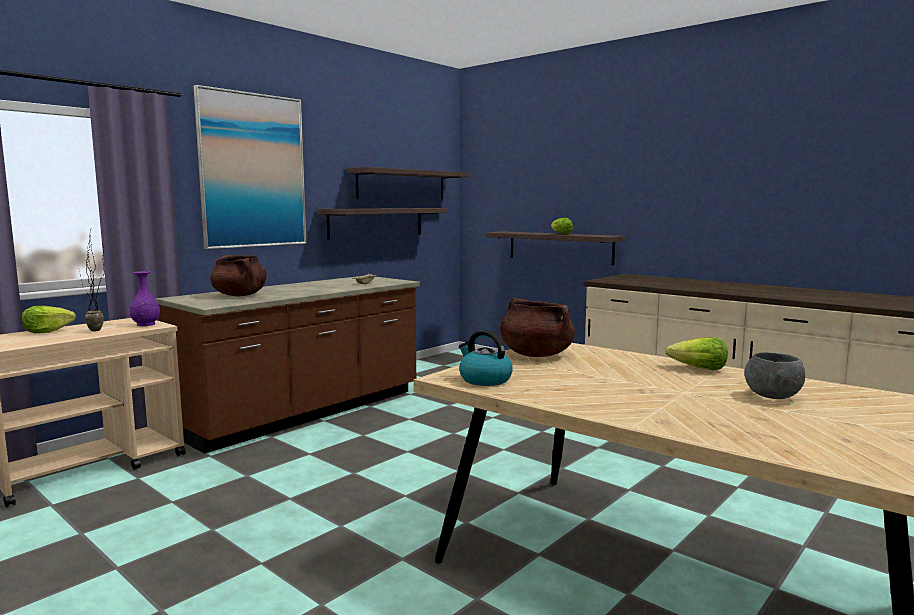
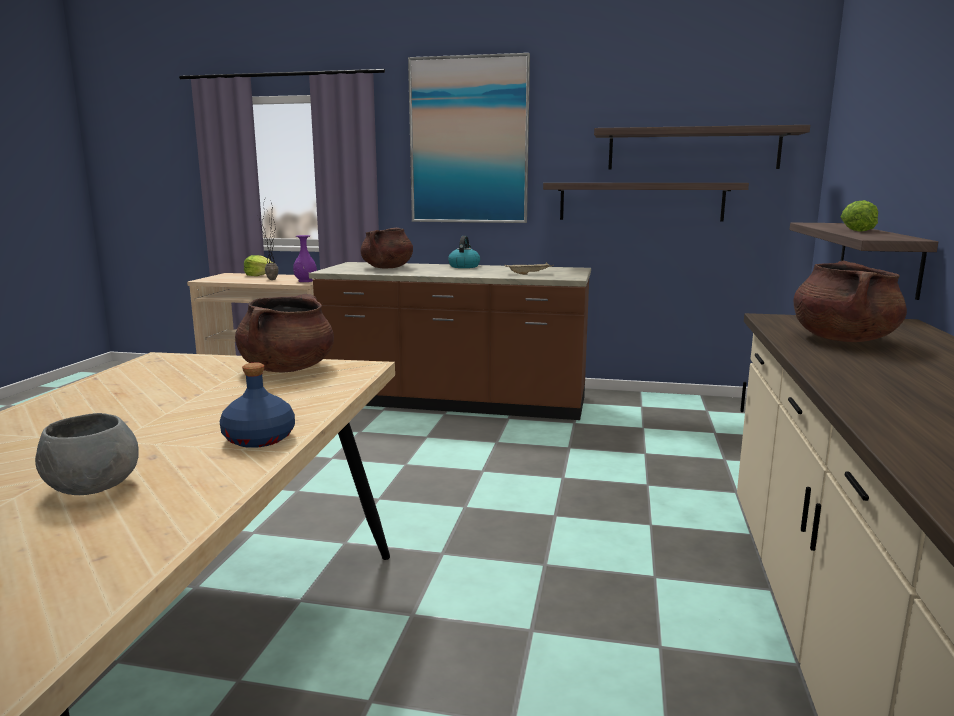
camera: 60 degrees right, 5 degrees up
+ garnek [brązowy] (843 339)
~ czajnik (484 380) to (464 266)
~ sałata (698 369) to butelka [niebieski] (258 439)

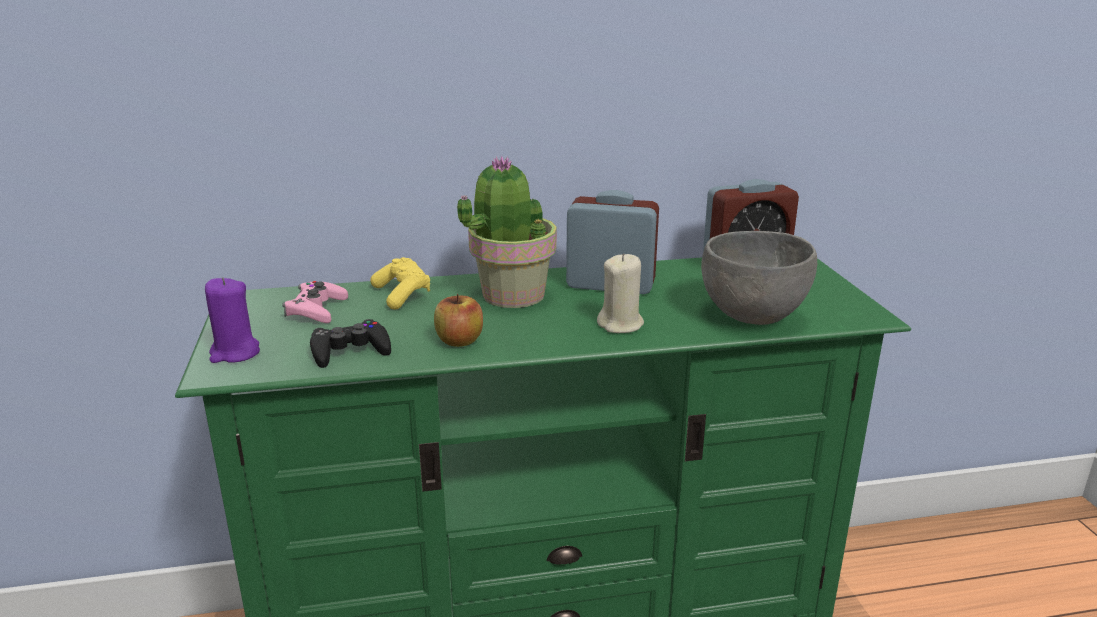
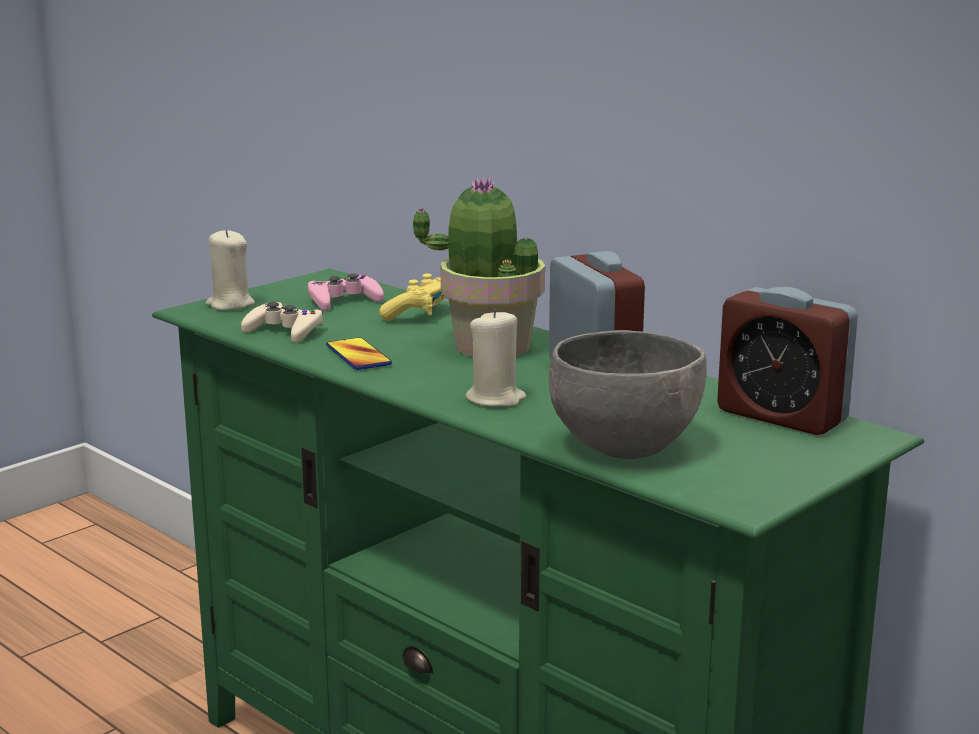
camera: 55 degrees right, 5 degrees down
~ jabłko (459 341) to telefon (358 355)
~ świeca [fioletowy] (234 353) to świeca [beżowy] (230 305)
~ pad do gier [czarny] (350 351) to pad do gier [beżowy] (284 331)

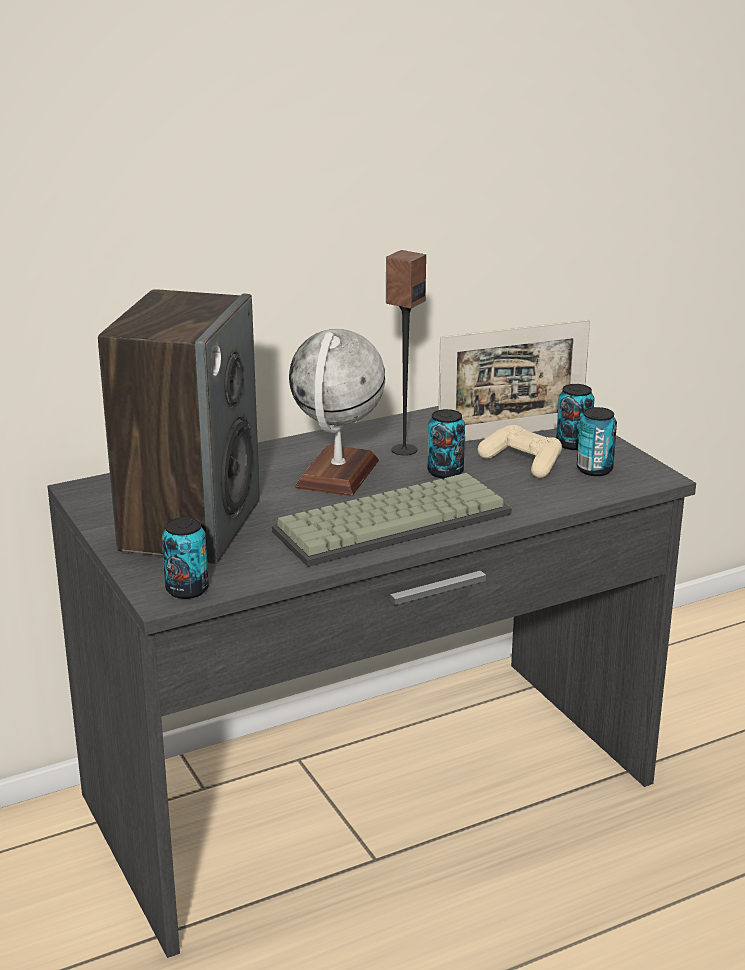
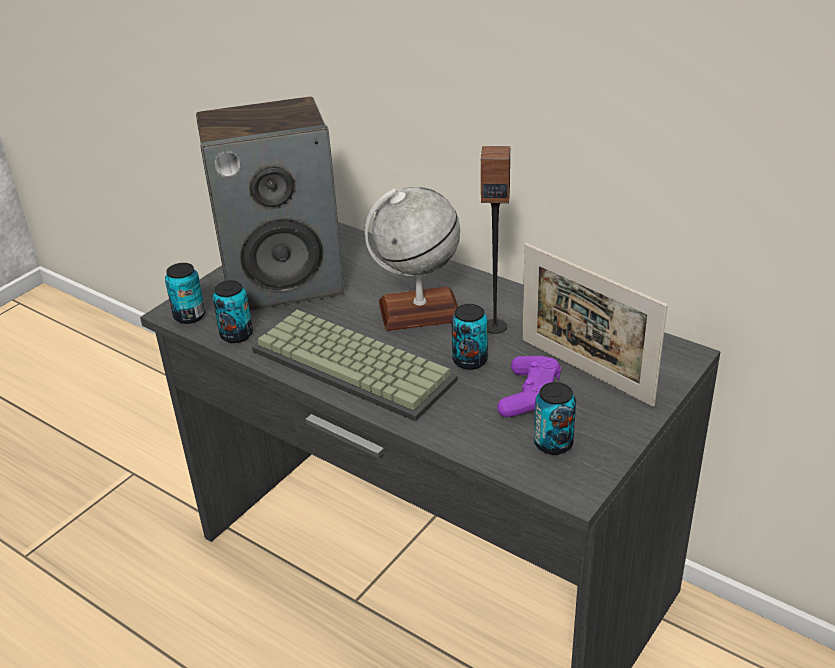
camera: 65 degrees right, 10 degrees up
~ puszka (573 444) to (236 335)
~ pad do gier [beżowy] (522 462) to pad do gier [fioletowy] (529 395)

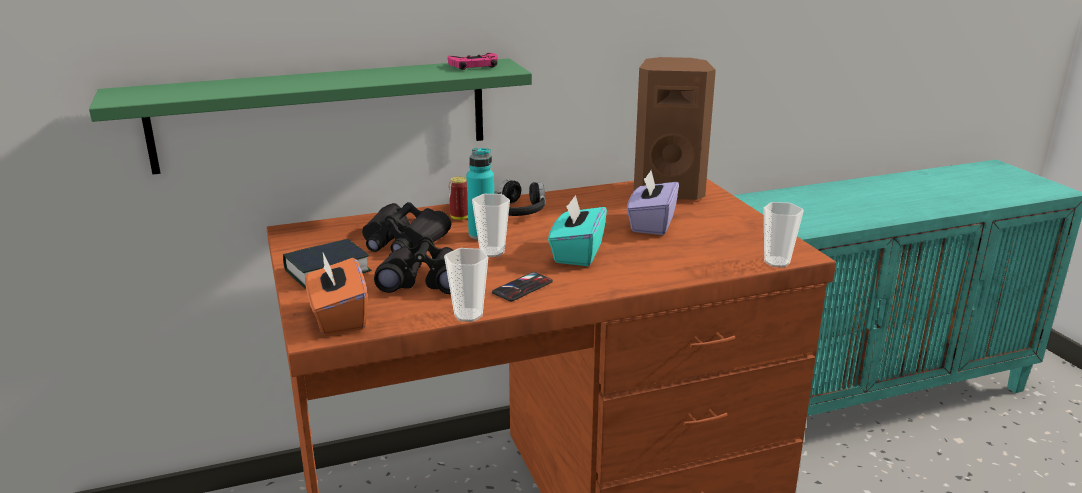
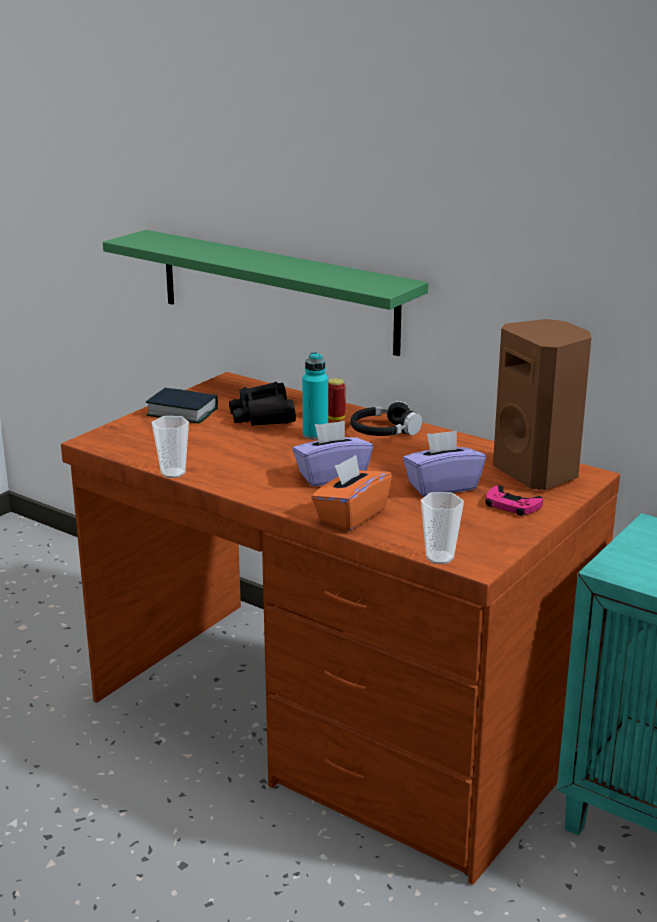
camera: 55 degrees right, 0 degrees up
- lornetka [czarny] (424 281)
- filiżanka (492 252)
- telefon (522 287)
~ pudełko chusteczek [pomarańczowy] (338 318) to (351 516)
~ pad do gier [różowy] (474 65) to (511 506)
~ pudełko chusteczek [turkusowy] (577 253) to pudełko chusteczek [fioletowy] (331 476)

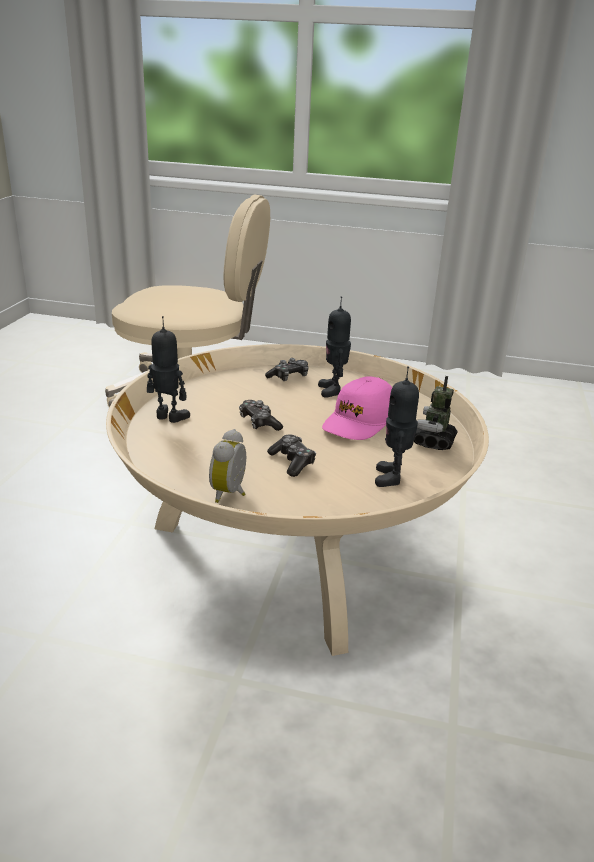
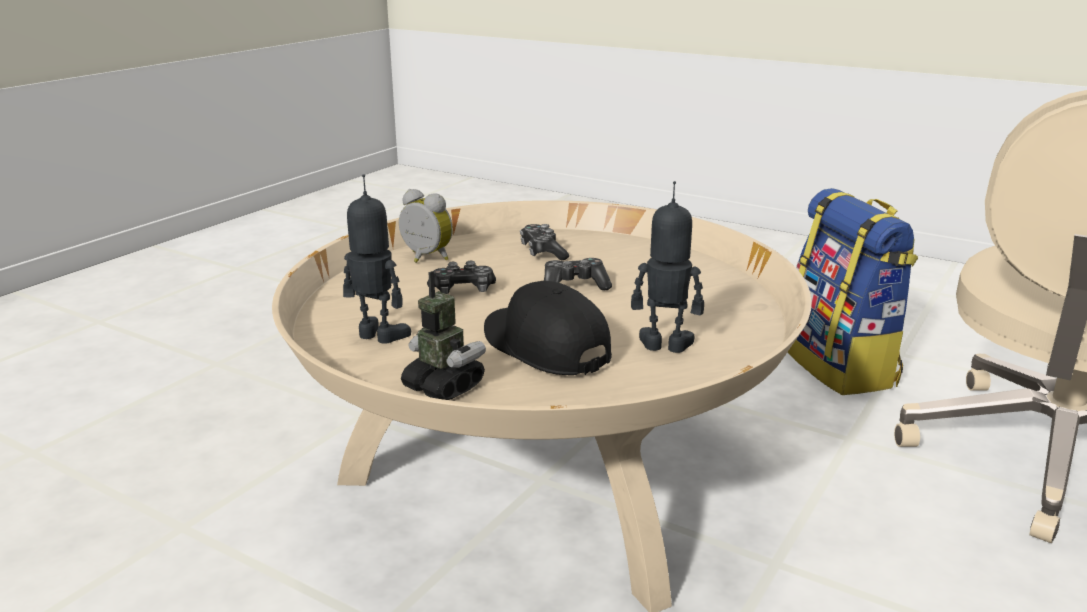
camera: 110 degrees right, 5 degrees down
- robot zabawkowy (169 418)
+ plecak (841 367)
~ pad do gier (289 377) to (542 252)
~ czapka z daszkiem [różowy] (359 421) to czapka z daszkiem [czarny] (545 346)

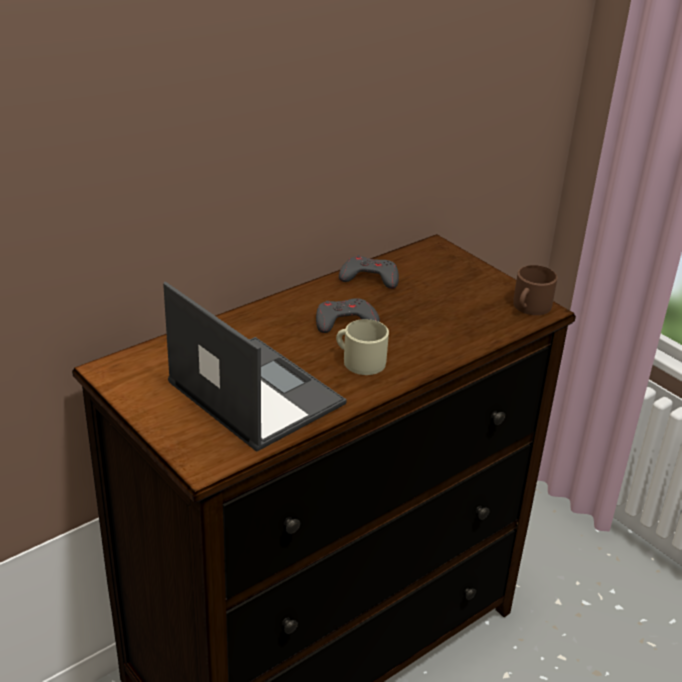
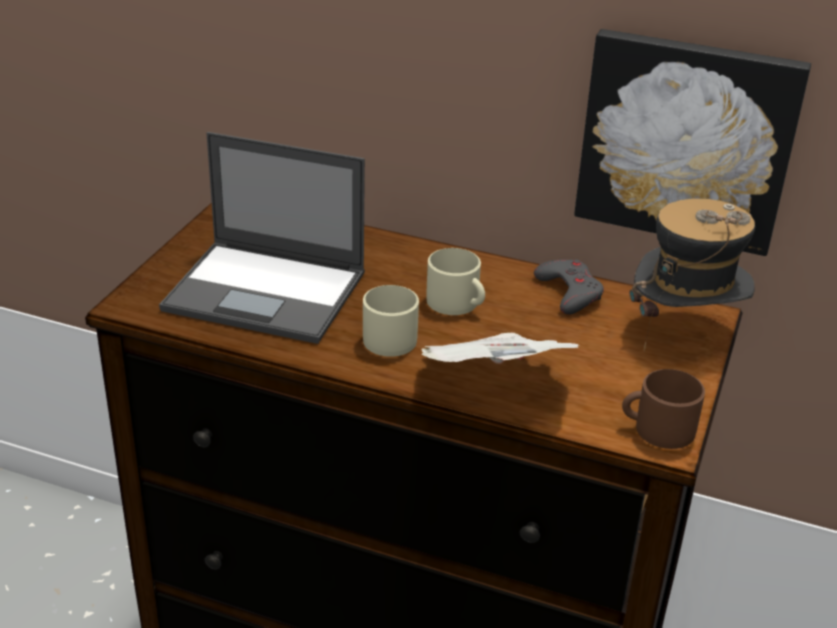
camera: 60 degrees right, 0 degrees up
+ gazeta (495 382)
+ obraz (687 140)
+ kapelusz (684 332)
~ pad do gier [szary] (344 321) to kubek [beżowy] (457 303)
~ laptop (254 392) = (268 292) 90 degrees clockwise

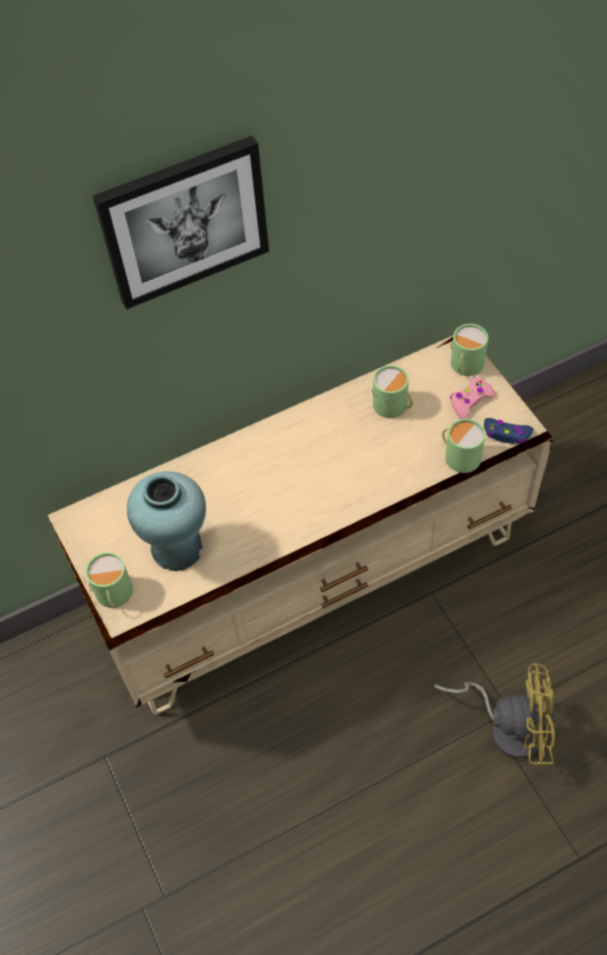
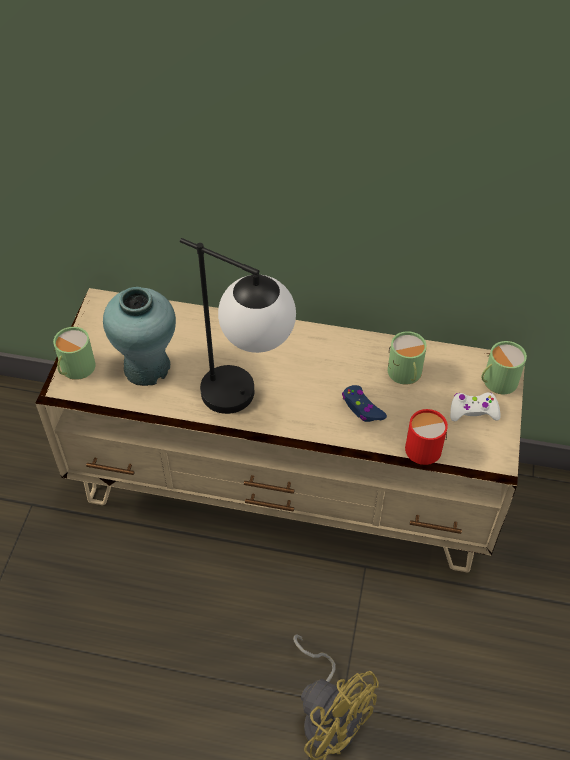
camera: 35 degrees right, 5 degrees down
- obraz (184 221)
+ lampa stołowa (247 401)
~ pad do gier [niebieski] (506 434) to (362 408)
~ kubek [zielony] (459 455) to kubek [czerwony] (422 445)
~ pad do gier [różowy] (470 401) to pad do gier [biały] (473 411)

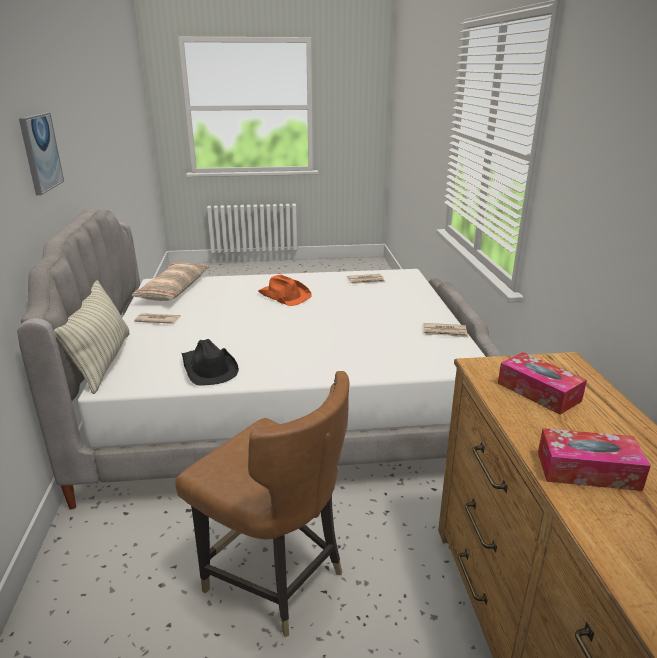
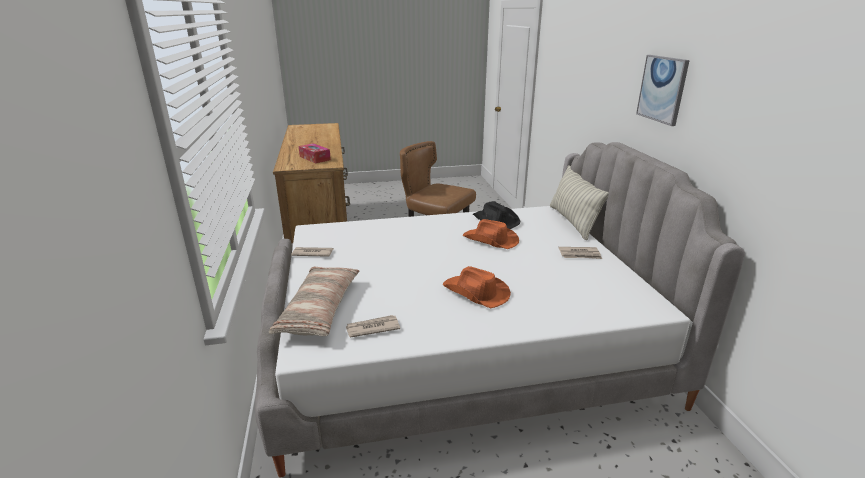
camera: 175 degrees right, 0 degrees up
- pudełko chusteczek (587 470)
+ kapelusz [pomarańczowy] (491 240)
~ poduszka (173 290) to (320 309)

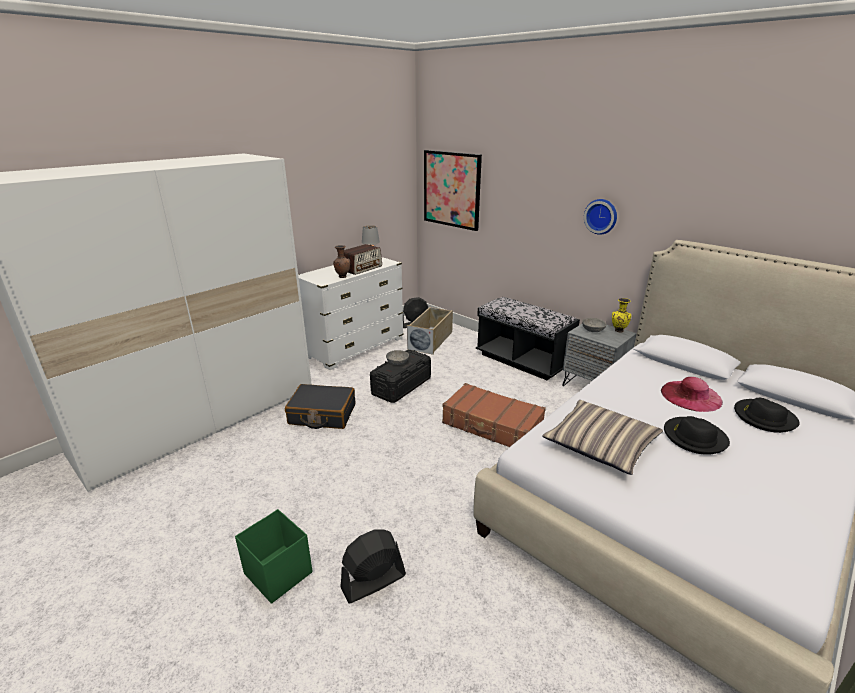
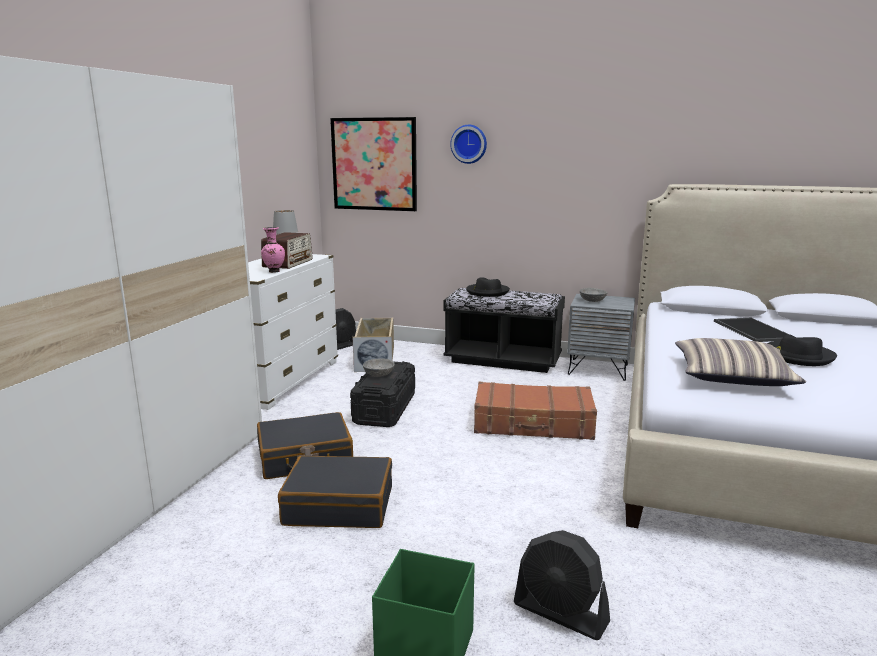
camera: 25 degrees left, 10 degrees down
- wazon [żółty] (618 331)
+ walizka [czarny] (339 505)
~ zegar ścienny (601 216) to (469 144)
~ kapelusz [czarny] (764 418) to (487 292)
~ kapelusz [różowy] (691 396) to taca (751 330)
~ wazon [brązowy] (342 277) to wazon [różowy] (274 271)
~ wentylator [czarny] (373 581) = (561 613) 90 degrees counterclockwise

